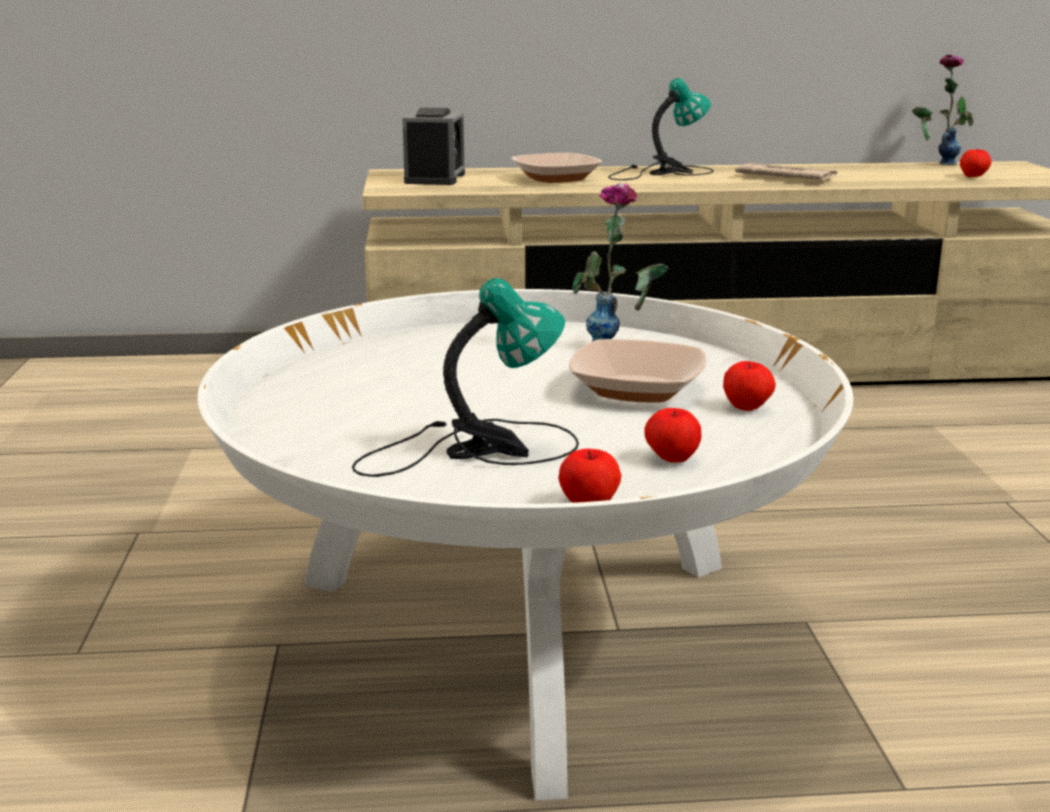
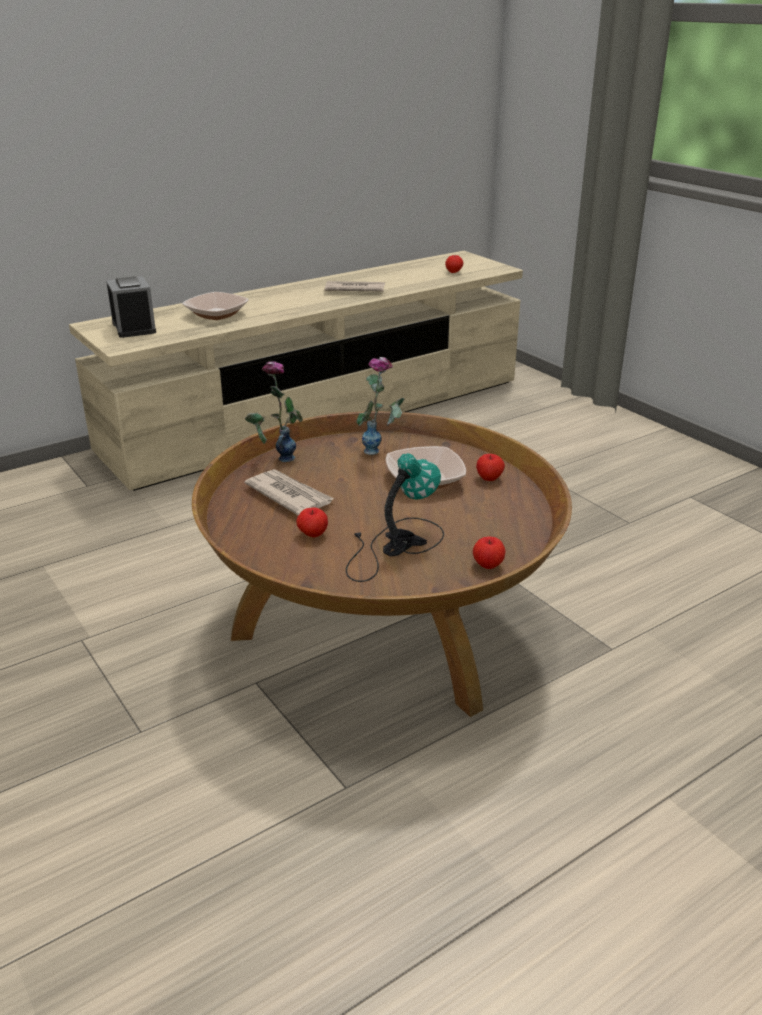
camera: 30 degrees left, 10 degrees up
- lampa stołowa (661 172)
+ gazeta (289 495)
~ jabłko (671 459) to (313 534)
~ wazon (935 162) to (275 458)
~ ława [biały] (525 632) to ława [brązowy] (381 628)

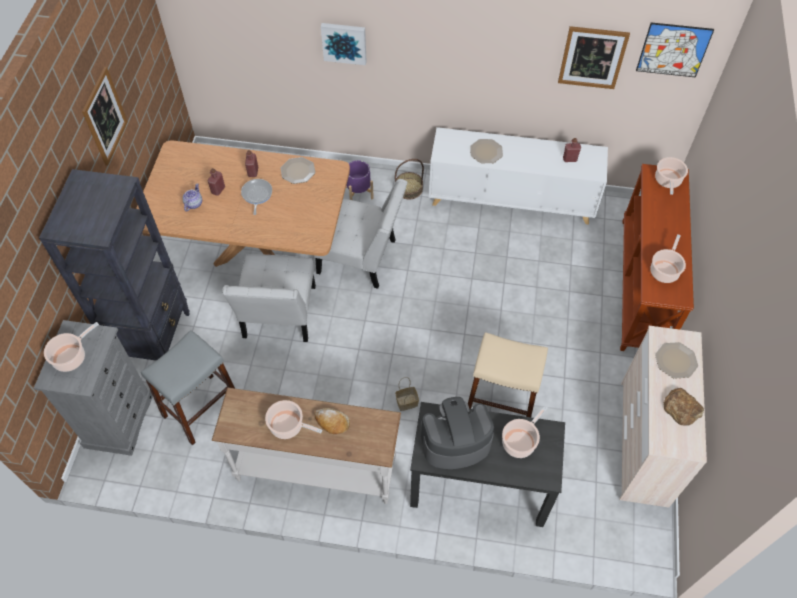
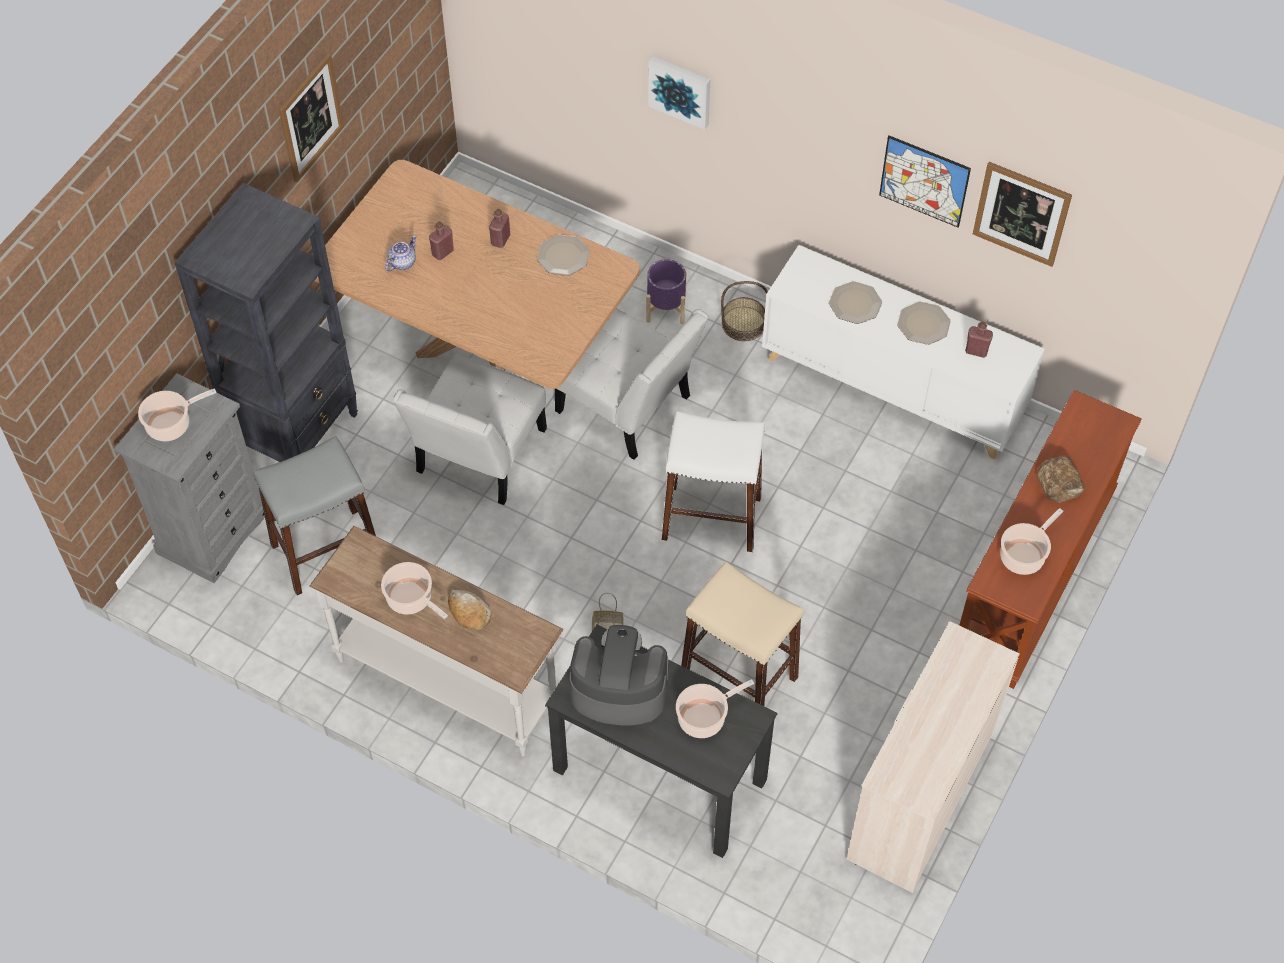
camera: 20 degrees right, 0 degrees up
- patelnia (256 195)
- garnek (667 181)
+ stołek [biały] (711 518)
~ obraz (673 50) to (924 181)
~ talerz (676 360) to (923 323)
~ chleb (682 408) to (1060 482)

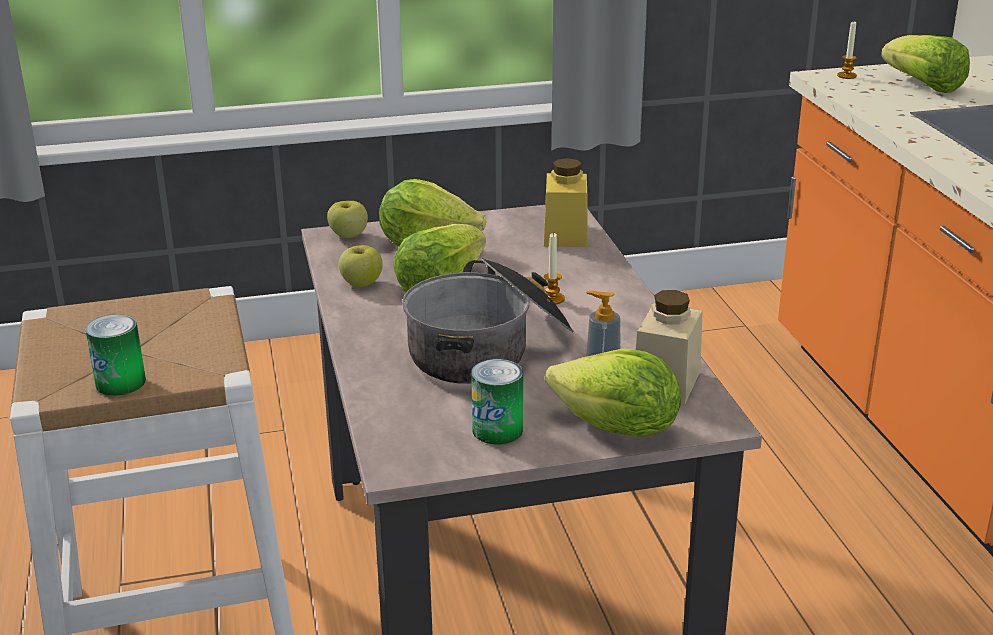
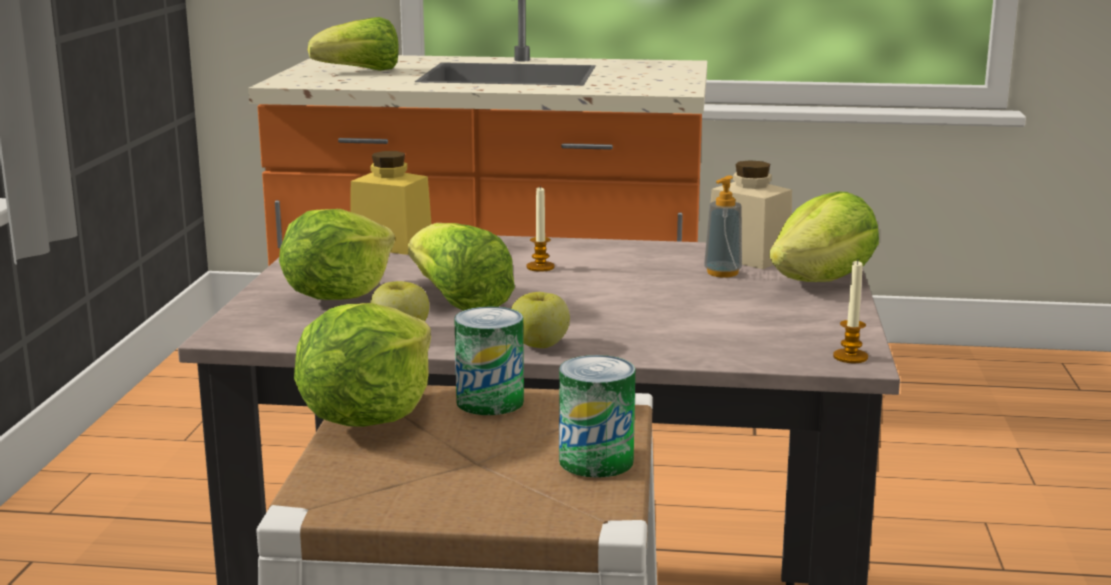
camera: 70 degrees left, 10 degrees down
- garnek (489 349)
+ sałata (368 416)
~ jabłko (348 235) to (539 345)
~ puszka (497 430) to (490 402)
~ świeca (846 76) to (850 357)

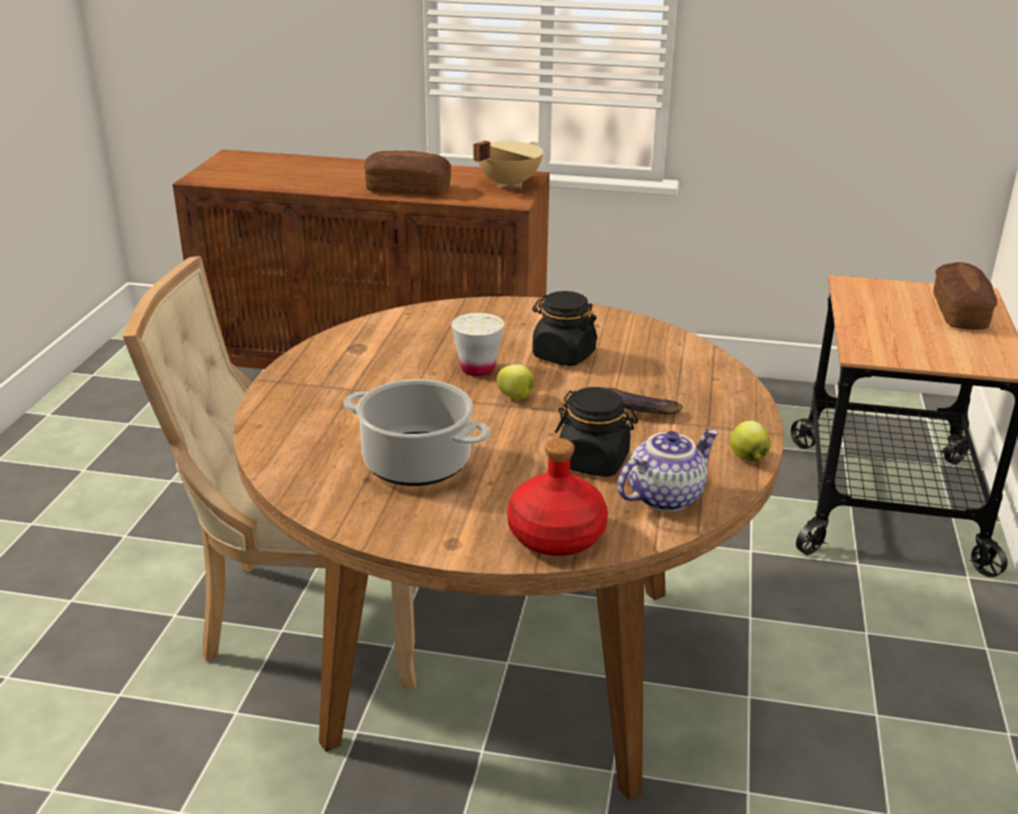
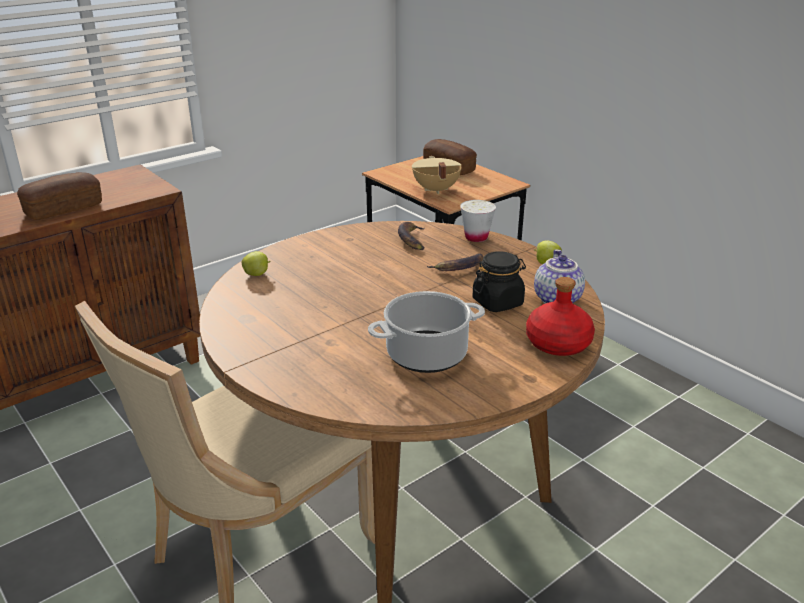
camera: 50 degrees left, 0 degrees up
- słoik [czarny] (563 355)
+ banan (412 240)
~ filiżanka [biały] (477 369) to (476 237)
~ garnek [beżowy] (507 183) to (435 190)
~ jabłko (516 397) to (257 274)

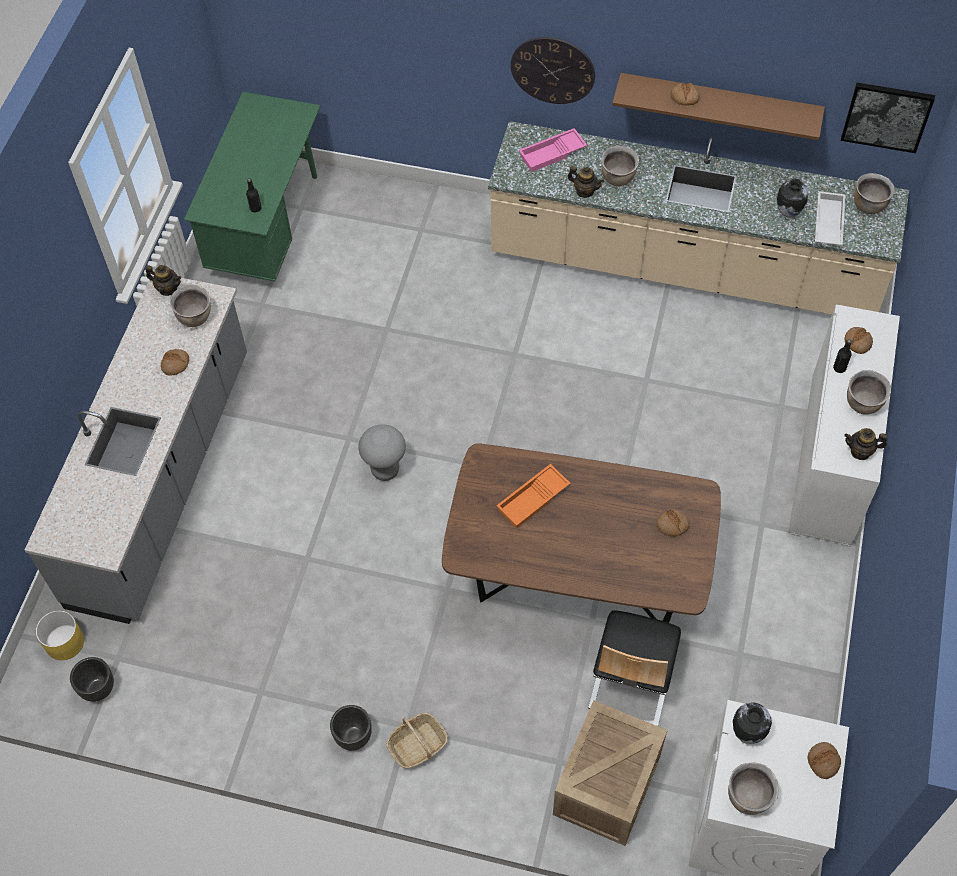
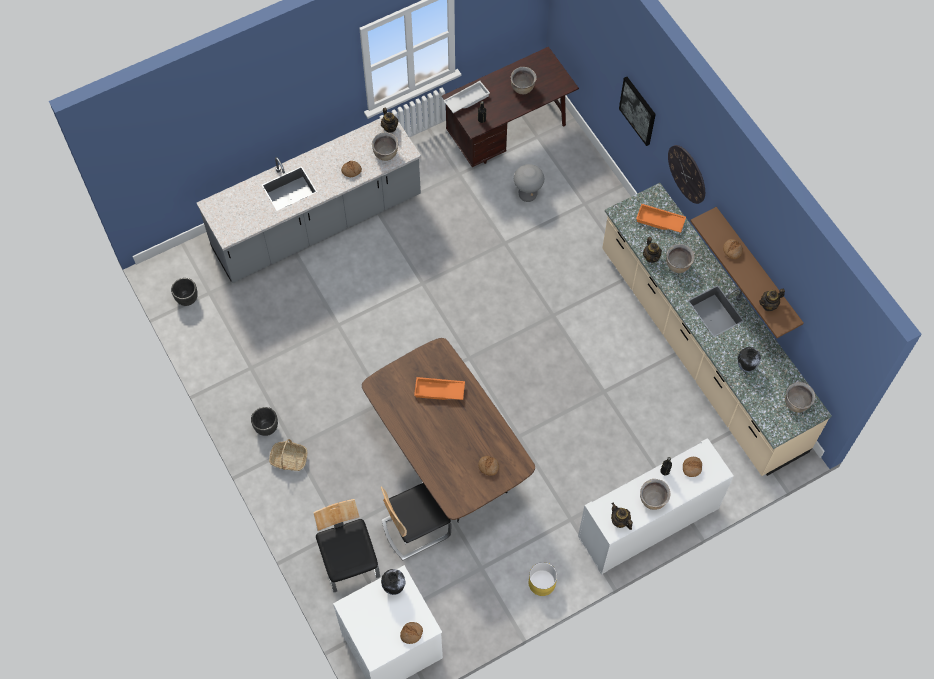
camera: 45 degrees right, 5 degrees up
+ imbryk (769 305)
~ donica [żółty] (64 642) to (542 582)
~ stołek [szary] (385 470) to (527 195)
~ garnek [brązowy] (748 797) to (522 88)
~ taca [biały] (827 222) to (466 99)
~ obraz (886 116) to (638 110)
~ skrzynka (606 783) to krzesło (349 561)
~ biurko [zielony] (268 227) to biurko [brązowy] (508 133)
~ taca [różowy] (552 154) to taca [pomarańczowy] (659 221)

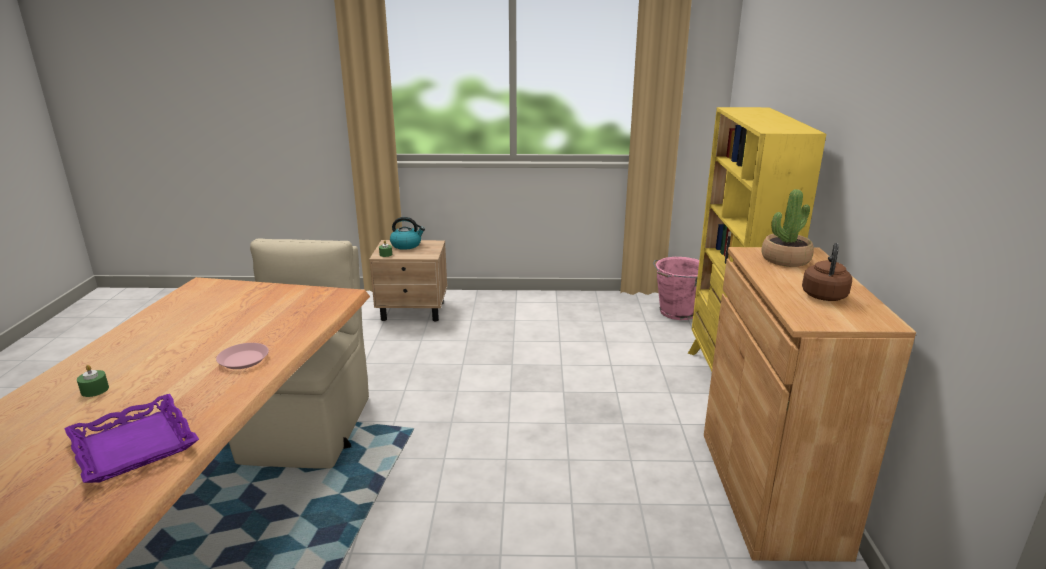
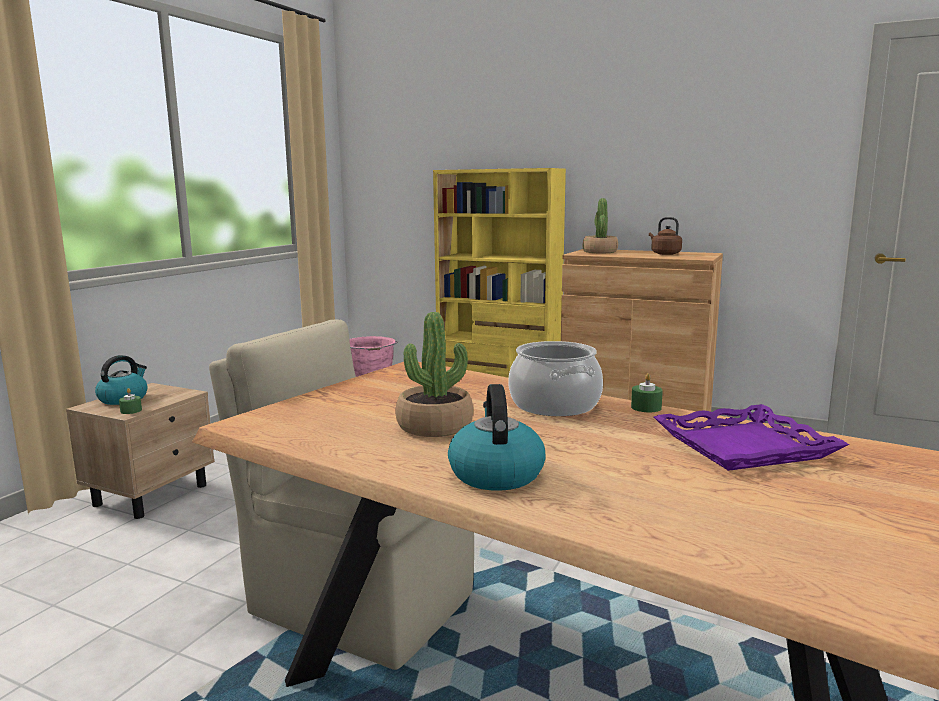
camera: 65 degrees left, 10 degrees down
+ roślina doniczkowa (434 426)
+ czajnik (495 474)
~ świeca [zielony] (95 390) to (646 407)
~ talerz [różowy] (243 360) to garnek (555 405)

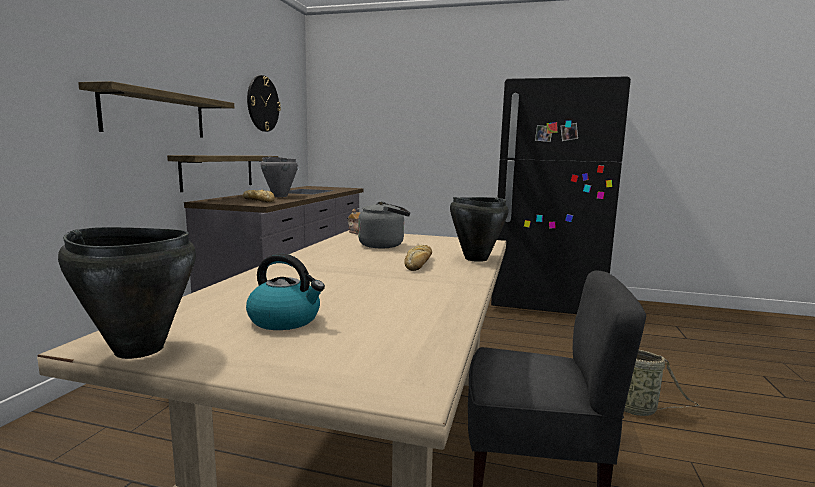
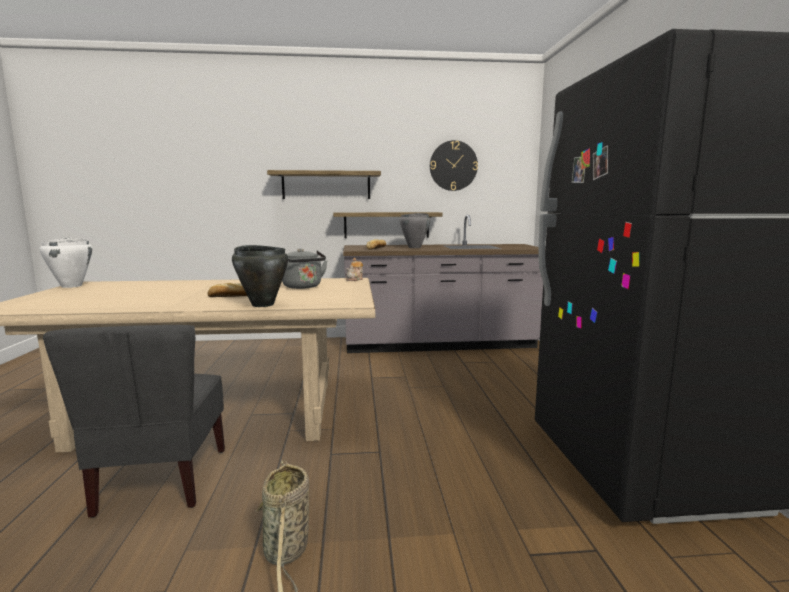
camera: 70 degrees right, 0 degrees up
- czajnik (286 320)
~ garnek [czarny] (139 349) to garnek [biały] (72 286)

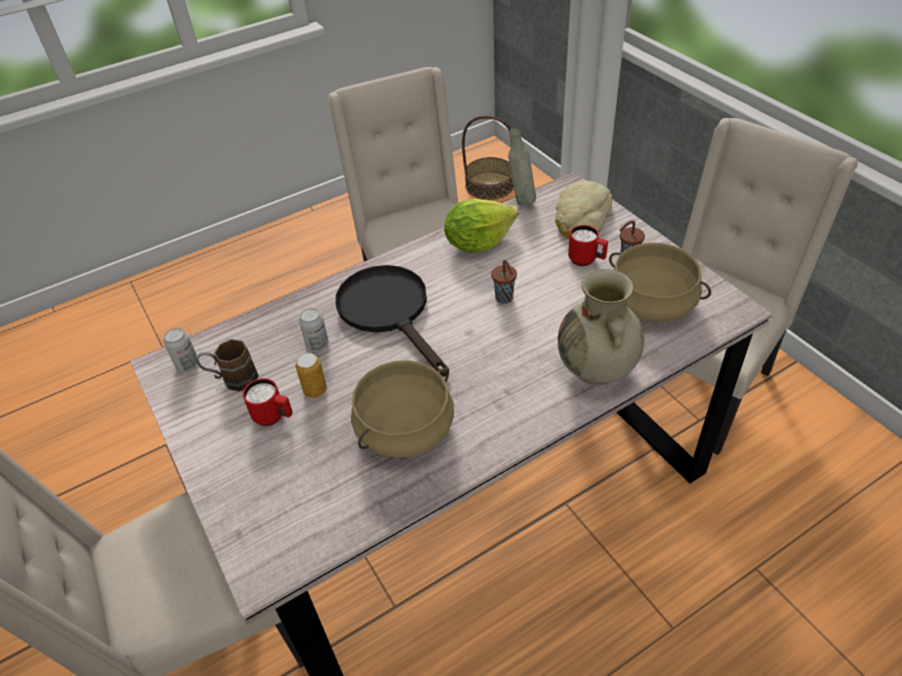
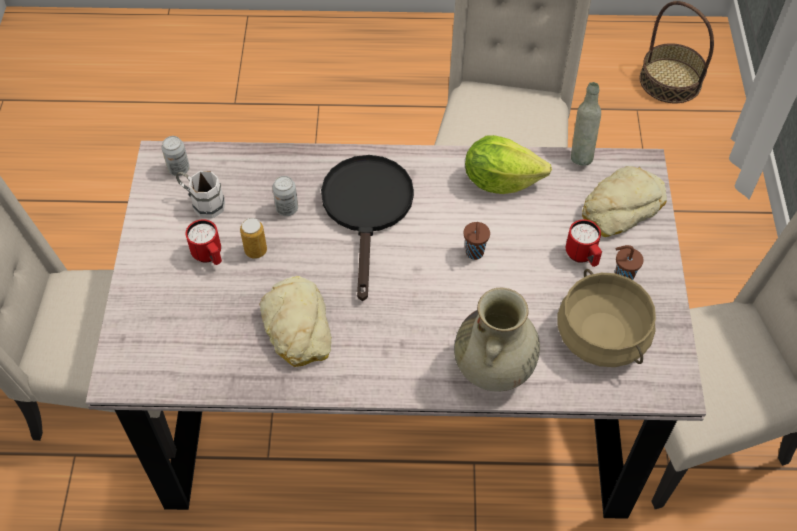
camera: 30 degrees right, 10 degrees up
~ garnek [beżowy] (405 429) to chleb (297 327)
~ kubek [brązowy] (232 379) to kubek [biały] (202 203)

